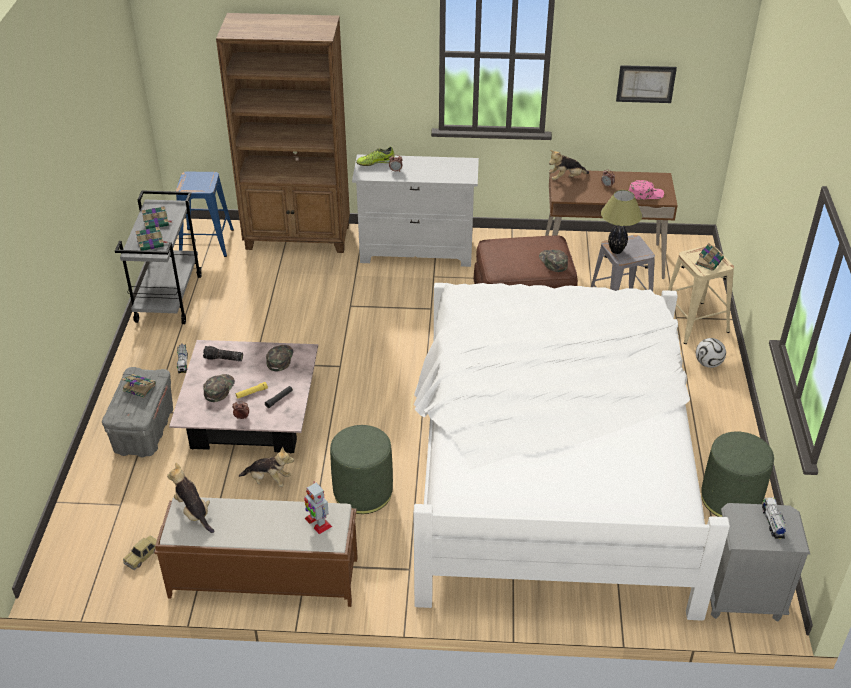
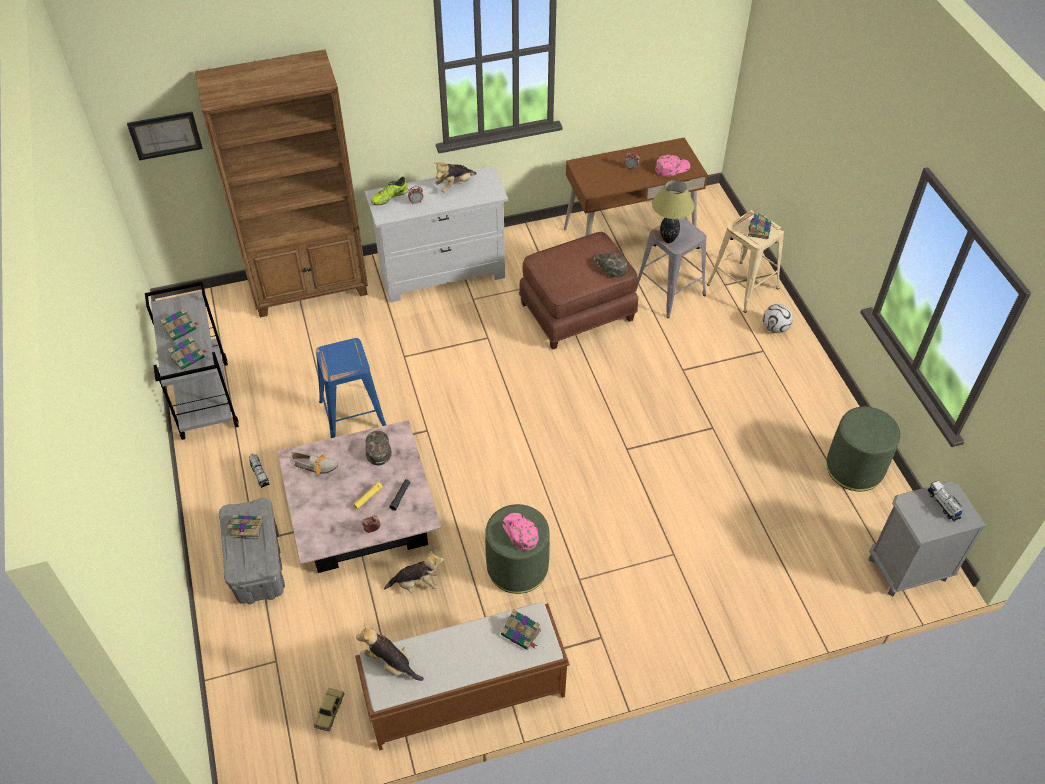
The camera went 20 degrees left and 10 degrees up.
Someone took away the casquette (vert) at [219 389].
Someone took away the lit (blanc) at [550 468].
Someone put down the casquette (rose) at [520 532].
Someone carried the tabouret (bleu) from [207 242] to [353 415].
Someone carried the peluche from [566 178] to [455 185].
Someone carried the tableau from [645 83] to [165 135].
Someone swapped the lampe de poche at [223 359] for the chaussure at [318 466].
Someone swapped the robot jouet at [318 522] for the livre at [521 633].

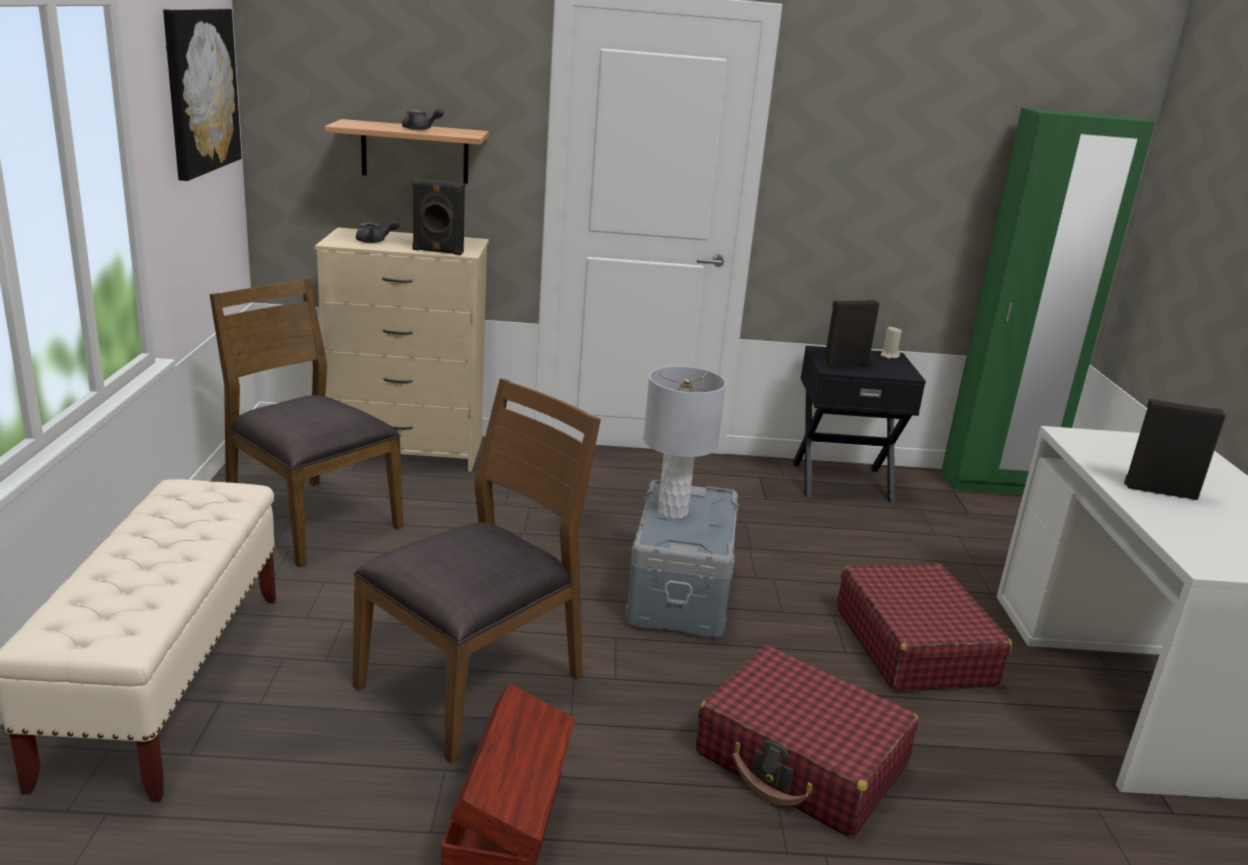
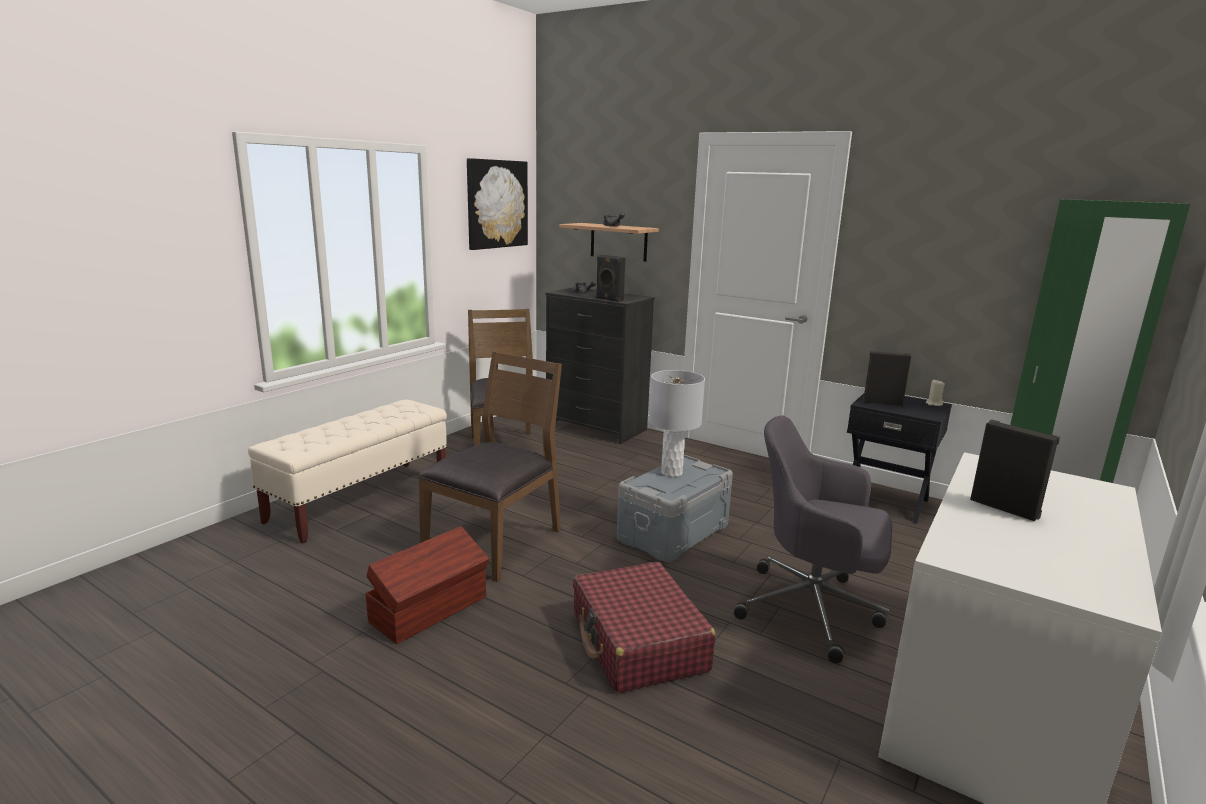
The camera went 35 degrees right and 5 degrees down.
Someone swapped the valise (rouge) at [913 646] for the chaise de bureau (gris) at [813 609].
Someone repainted the commode (beige) at [406 450], which became the commode (noir) at [595 427].
Someone rotated the chaise (marron) at [474 682] by 45 degrees counterclockwise.

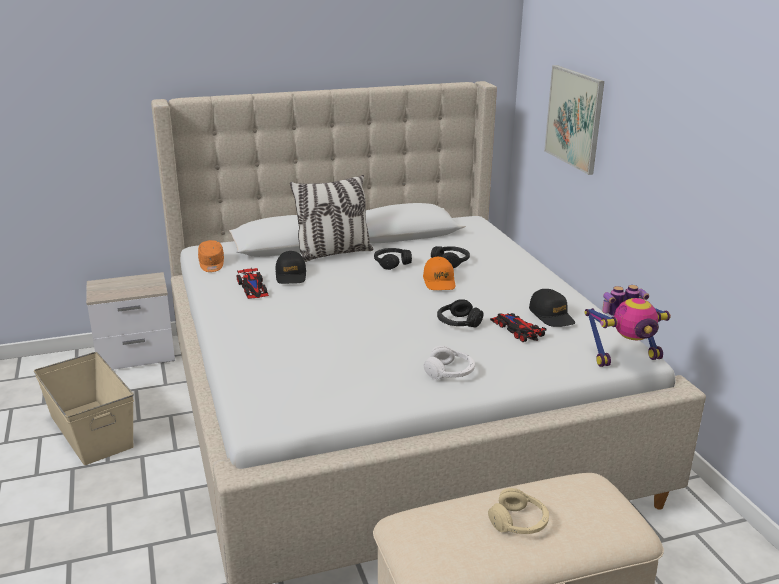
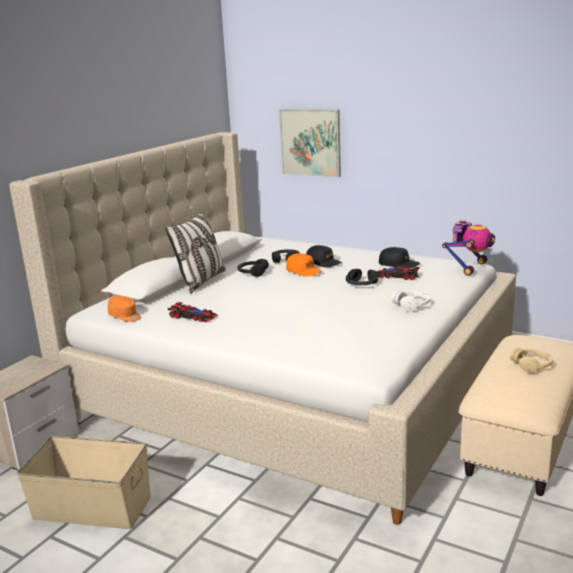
The camera went 40 degrees left and 5 degrees down.
Someone carried the casquette (noir) from [291 275] to [323 262].

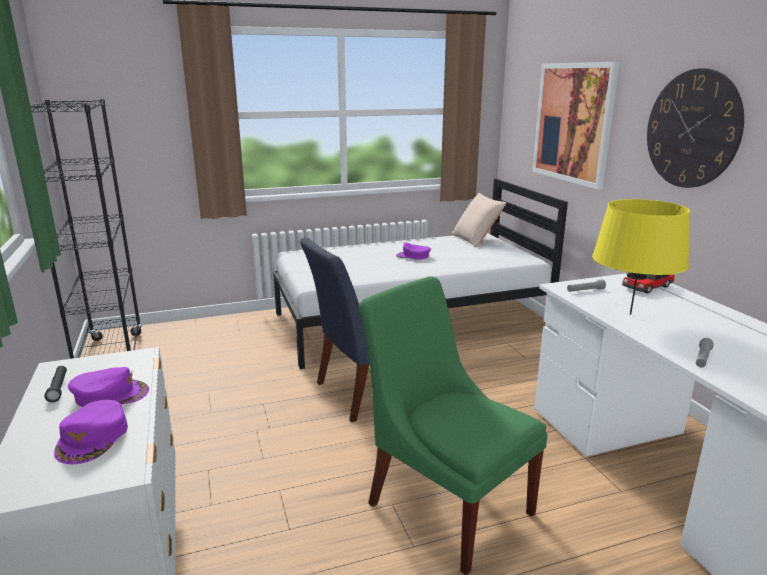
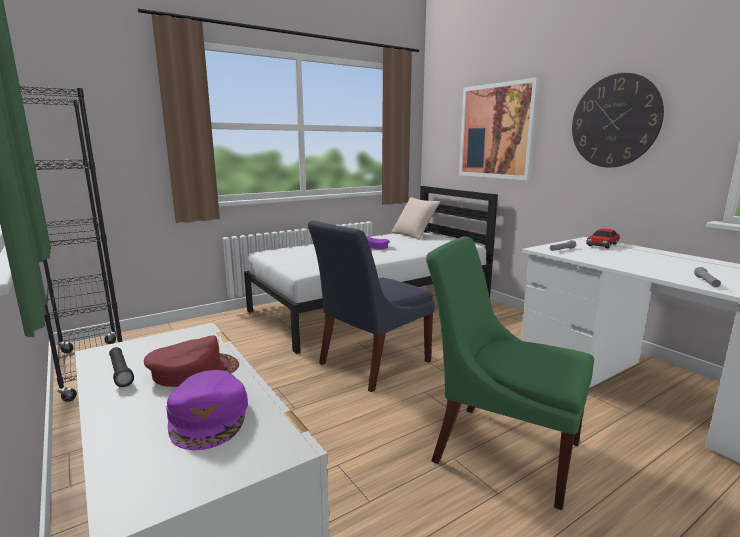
The camera went 15 degrees left and 5 degrees down.
Someone took away the lampe de table (jaune) at [630 314].
Someone repainted the casquette (violet) at [110 394], which became the casquette (rouge) at [194 370].

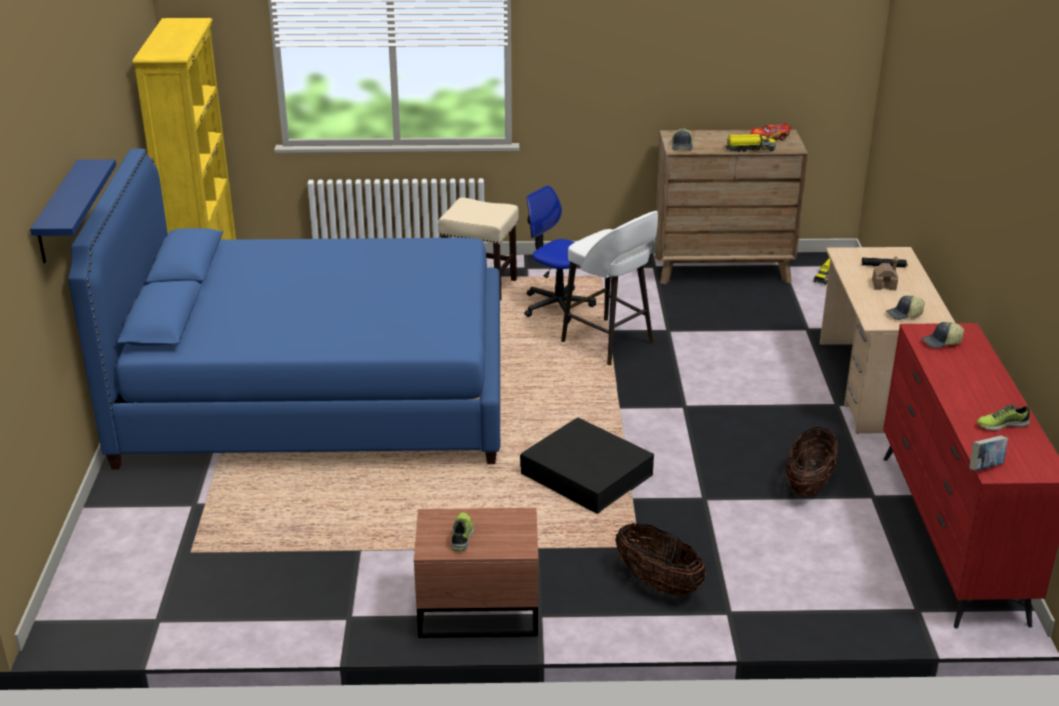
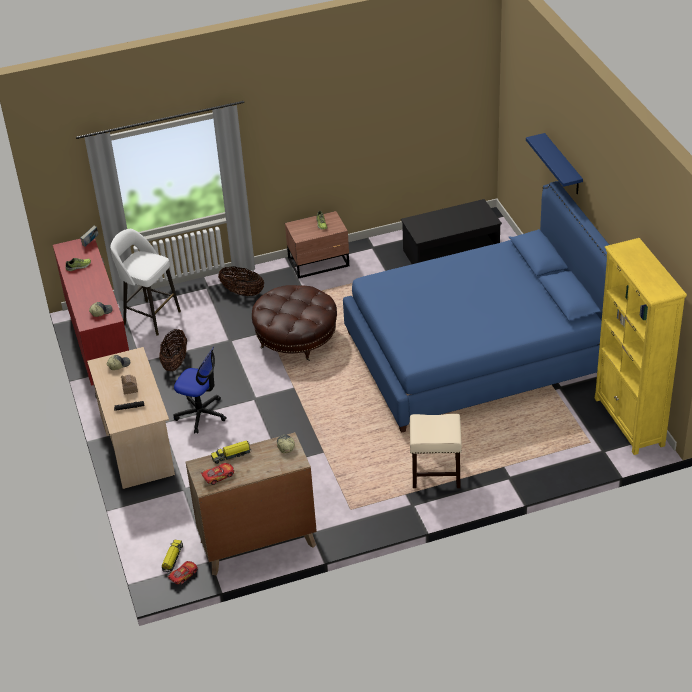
The camera went 165 degrees right and 10 degrees up.
Someone put down the petite voiture at [183 575].
Someone put down the table basse (noir) at [450 252].
Someone carried the chaise de bureau from [557 306] to [201 414].
Someone carried the tabouret (blanc) from [609 343] to [150 317].
Someone swapped the boîte de rangement (noir) at [586 474] for the pouf (marron) at [296 339].

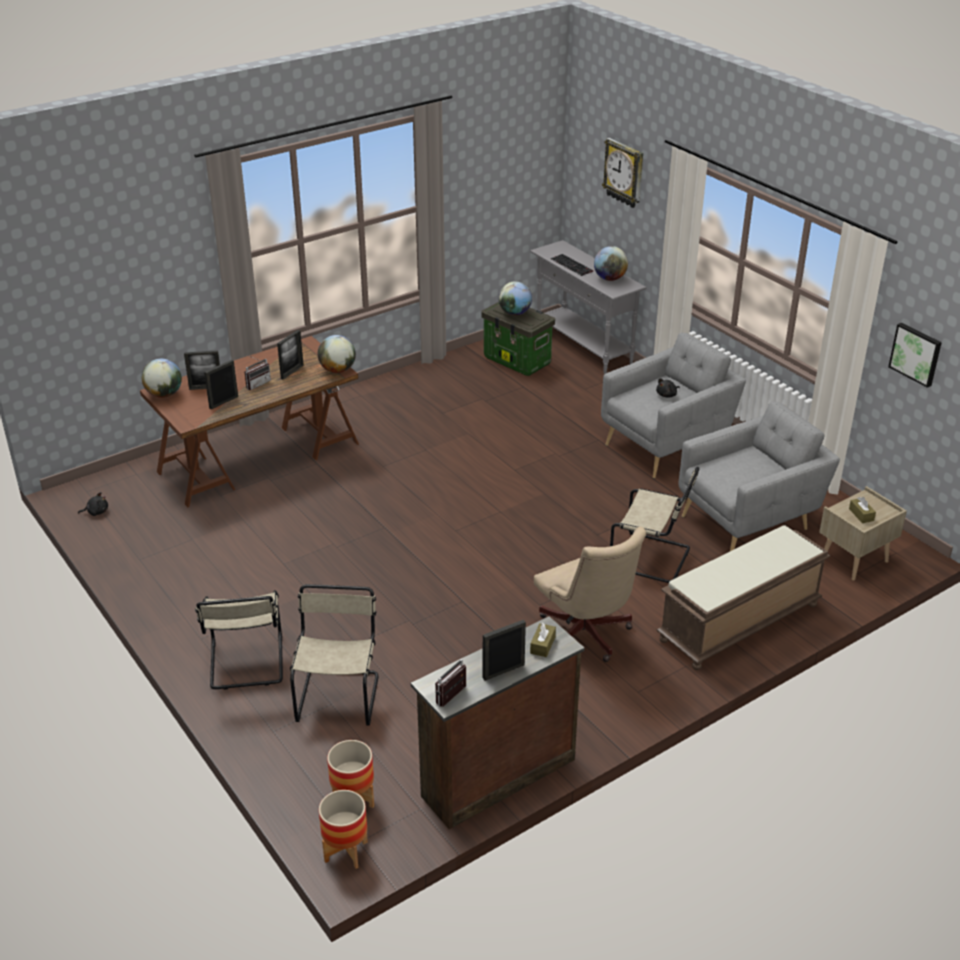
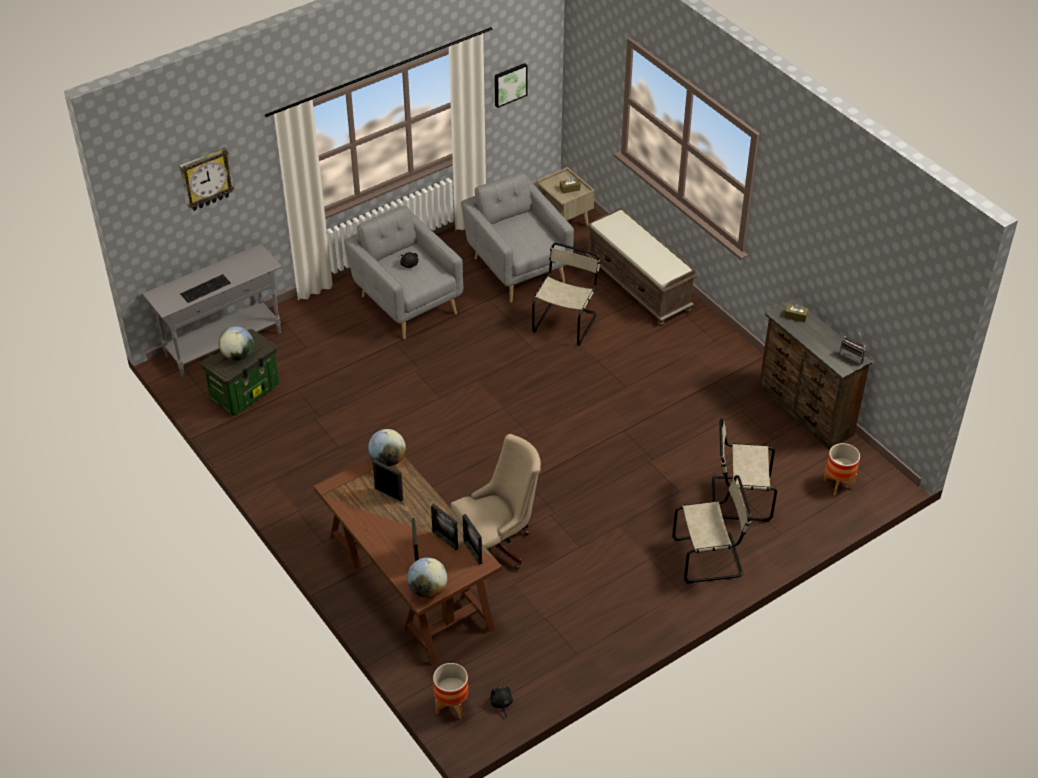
The camera went 90 degrees left and 10 degrees up.
Someone took away the radio at [257 383].
Someone took away the globe at [609 278].
Someone carried the cache-pot from [345 851] to [451 706].
Someone carried the cadre photo from [503 671] to [472 552].
Someone carried the chaise de bureau (beige) from [586 636] to [497 545].

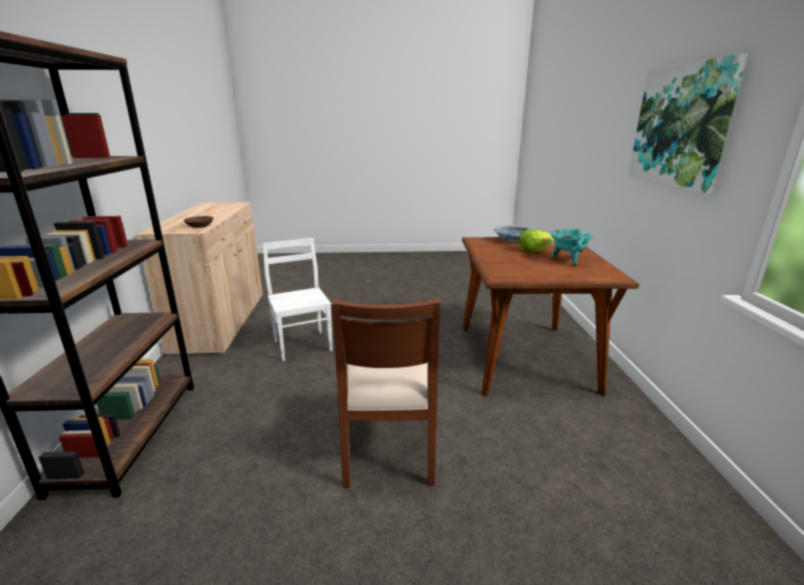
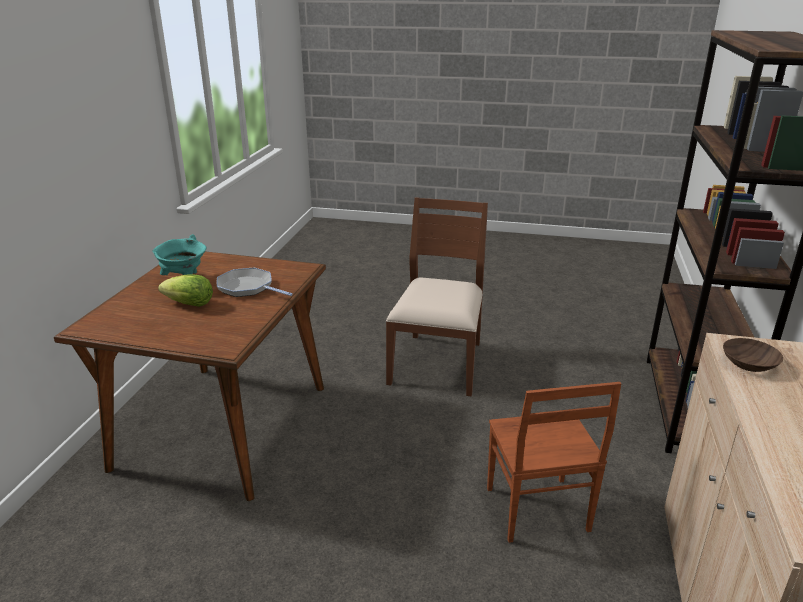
The camera went 165 degrees left and 5 degrees up.
Someone took away the bol at [513 240].
Someone took away the tableau at [681 126].
Someone put down the poêle at [248 288].
Someone repainted the chaise (blanc) at [303 345], which became the chaise (marron) at [536 511].

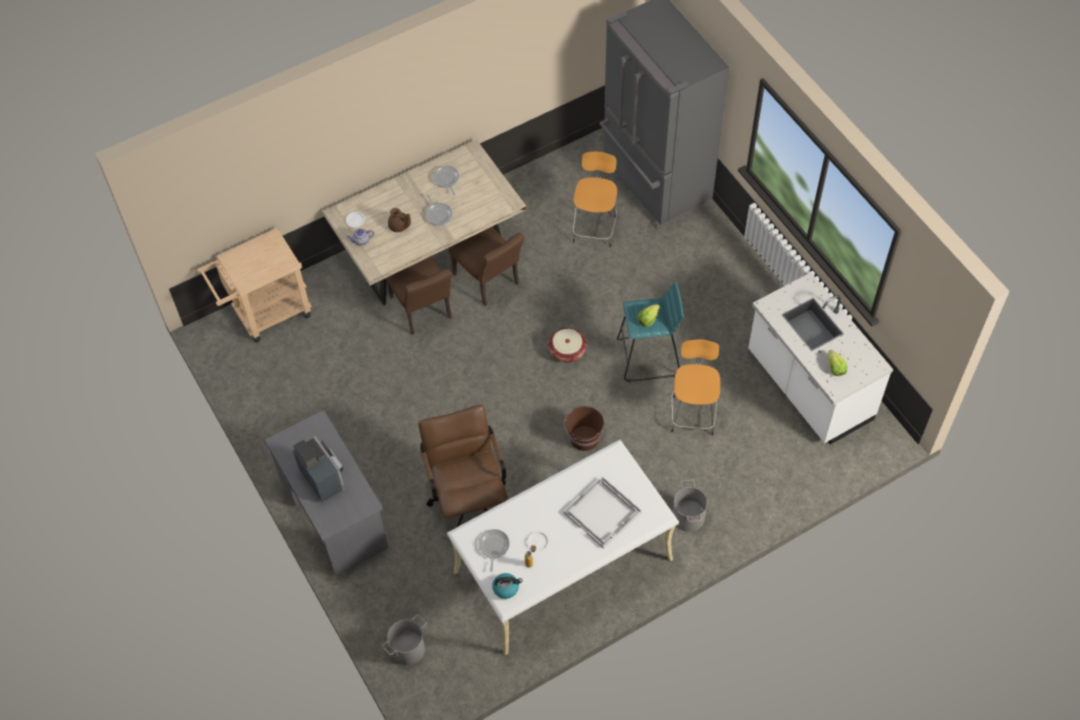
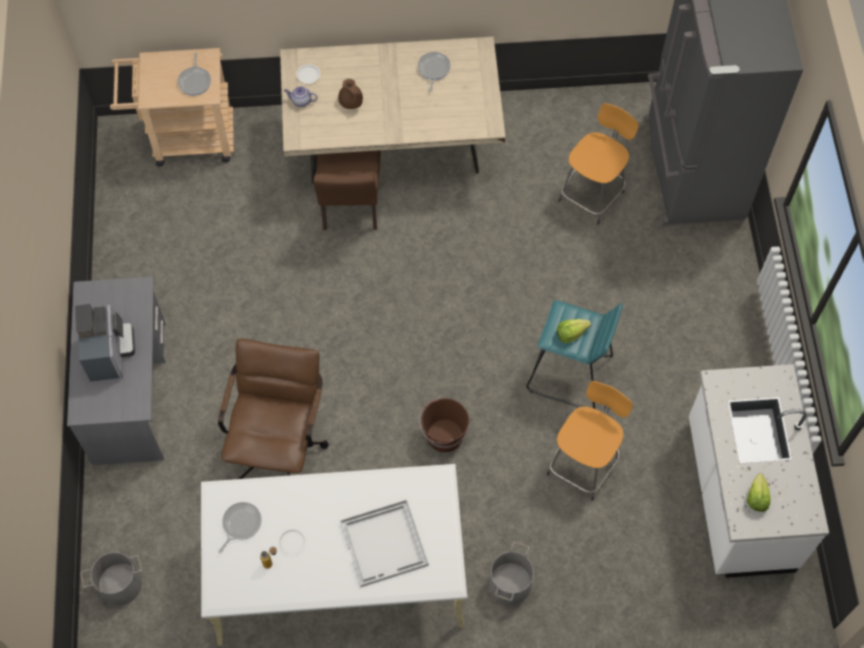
The camera went 25 degrees right and 5 degrees up.
Someone took away the chaise (marron) at [489 282].
Someone took away the bouilloire at [506 588].
Someone took away the panier at [567 351].
Someone carried the poêle from [438 214] to [195 81].

